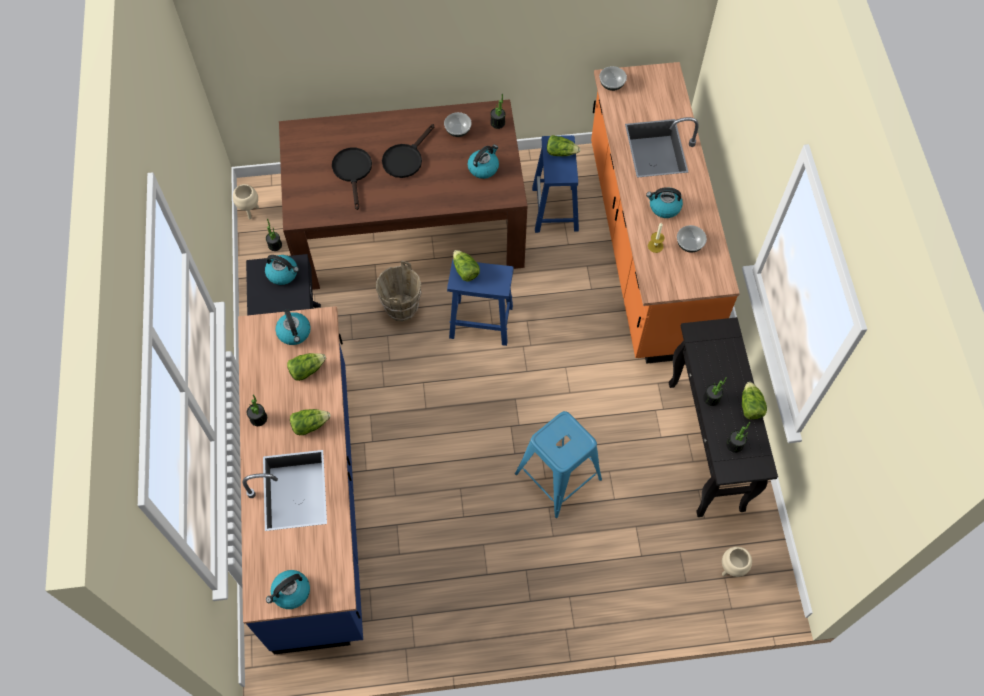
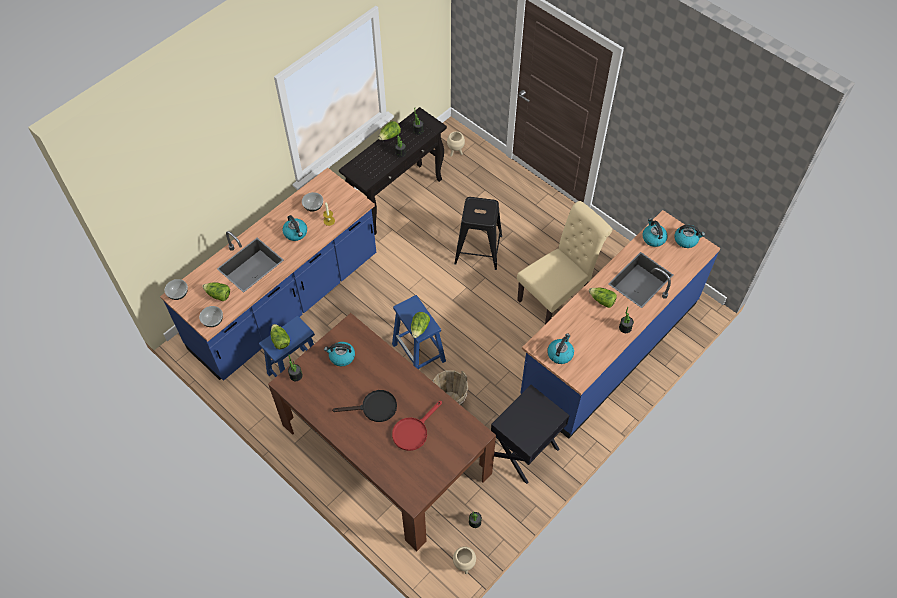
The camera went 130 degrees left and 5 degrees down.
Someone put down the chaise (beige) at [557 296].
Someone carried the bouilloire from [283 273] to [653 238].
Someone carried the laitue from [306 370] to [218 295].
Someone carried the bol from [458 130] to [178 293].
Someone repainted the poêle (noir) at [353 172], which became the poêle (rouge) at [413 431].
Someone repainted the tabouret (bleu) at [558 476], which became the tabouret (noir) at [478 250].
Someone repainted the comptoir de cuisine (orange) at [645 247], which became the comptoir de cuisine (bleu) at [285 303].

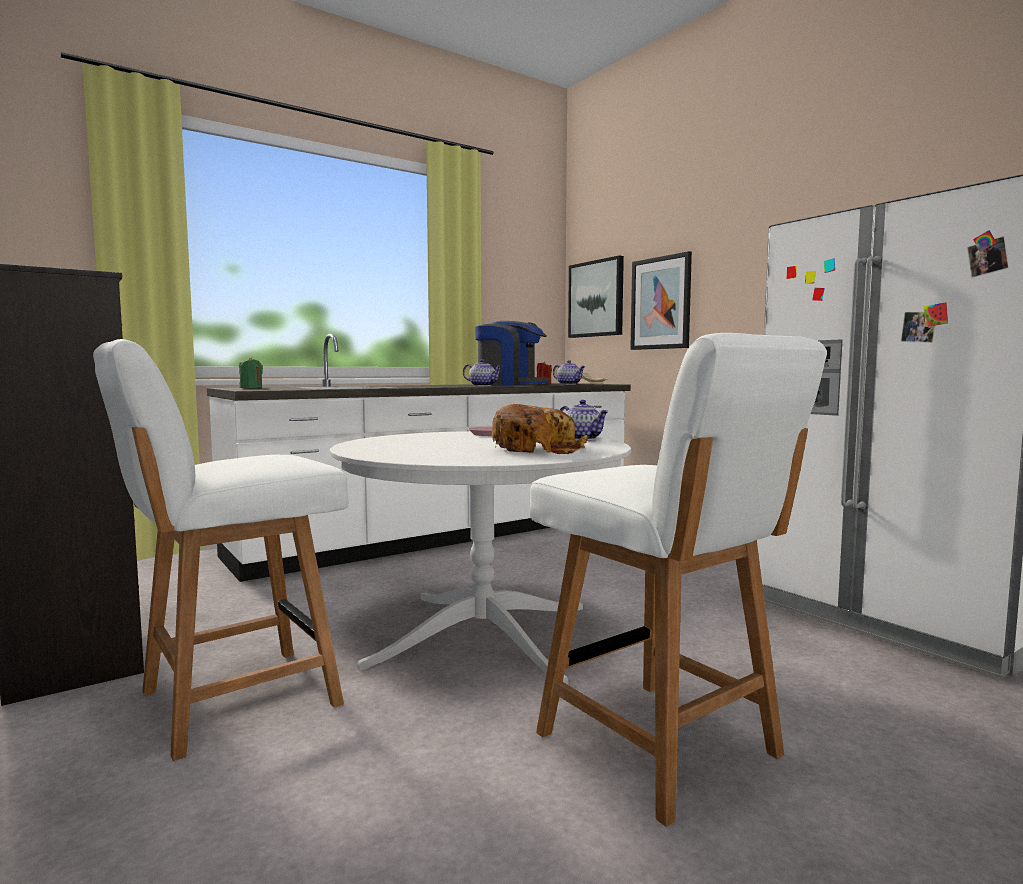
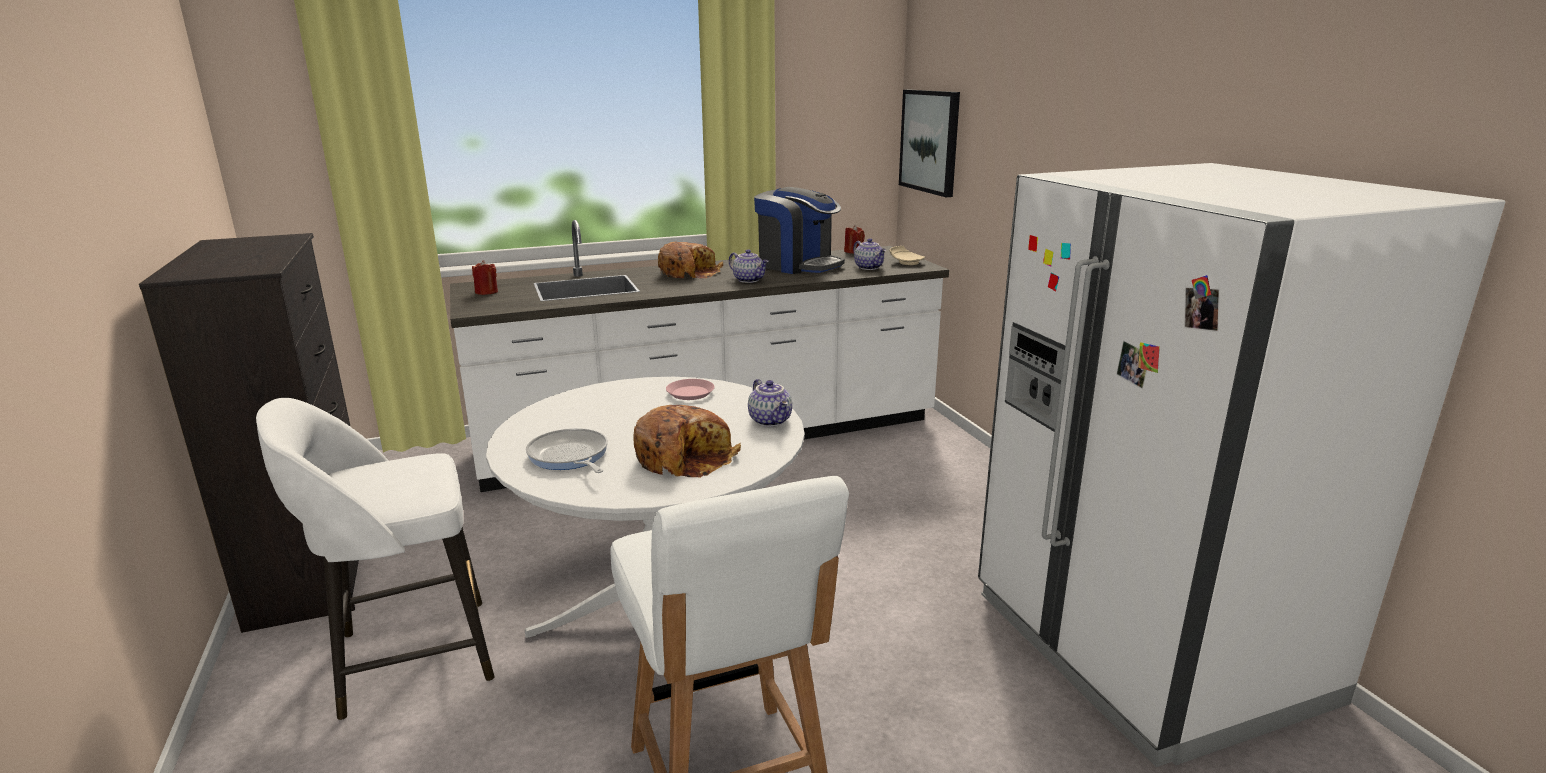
The camera went 15 degrees right and 15 degrees up.
Someone took away the tableau at [661 303].
Someone put down the poêle at [569 457].
Someone put down the pain at [689 272].
Someone swapped the chaise (blanc) at [234 700] for the tabouret (blanc) at [409 657].
Someone repainted the bougie (vert) at [251 388], which became the bougie (rouge) at [486 292].

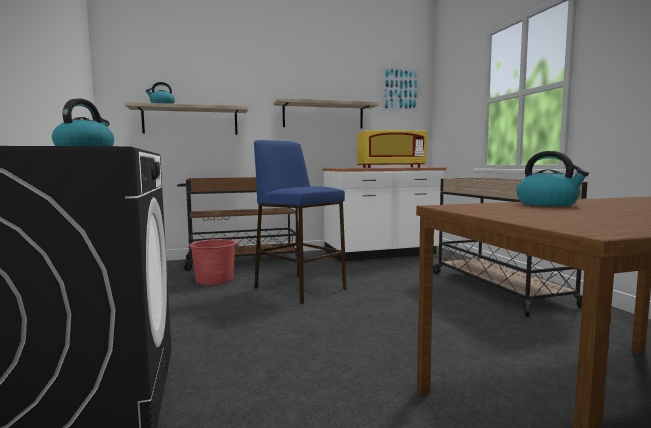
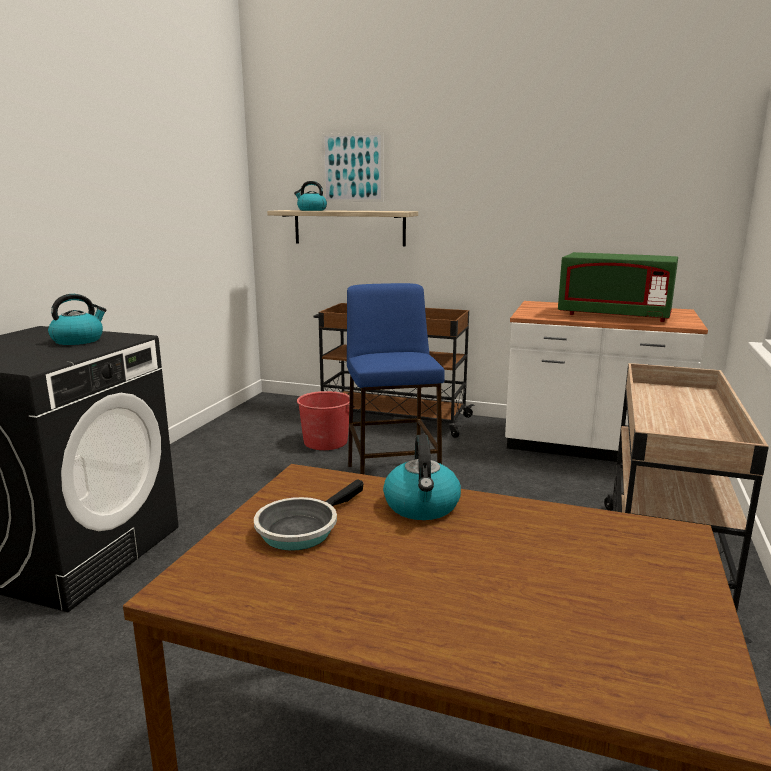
The camera went 35 degrees right and 10 degrees up.
Someone took away the étagère at [323 116].
Someone put down the poêle at [301 529].
Someone carried the tableau from [400 89] to [352 167].
Someone repainted the micro-ondes (jaune) at [390 167], which became the micro-ondes (vert) at [614 316].

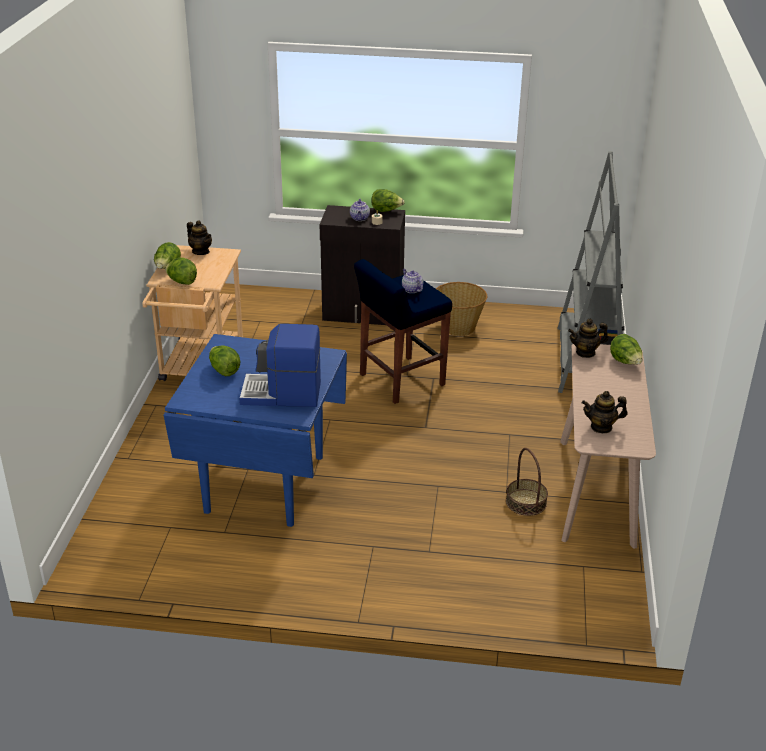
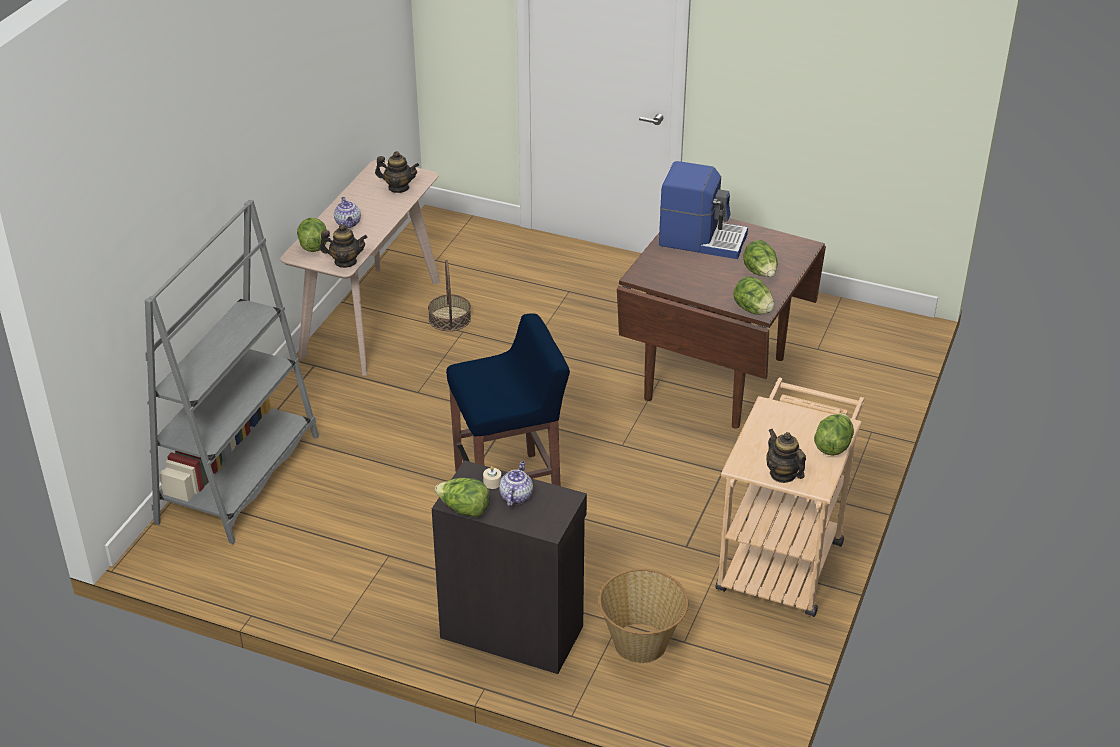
The camera went 165 degrees left and 5 degrees up.
Someone carried the laitue from [182 282] to [752 310].
Someone carried the théière from [411 289] to [348 223].
Someone carried the panier from [458 327] to [641 644].
Someone repainted the table à manger (bleu) at [266 483], which became the table à manger (marron) at [713 378].

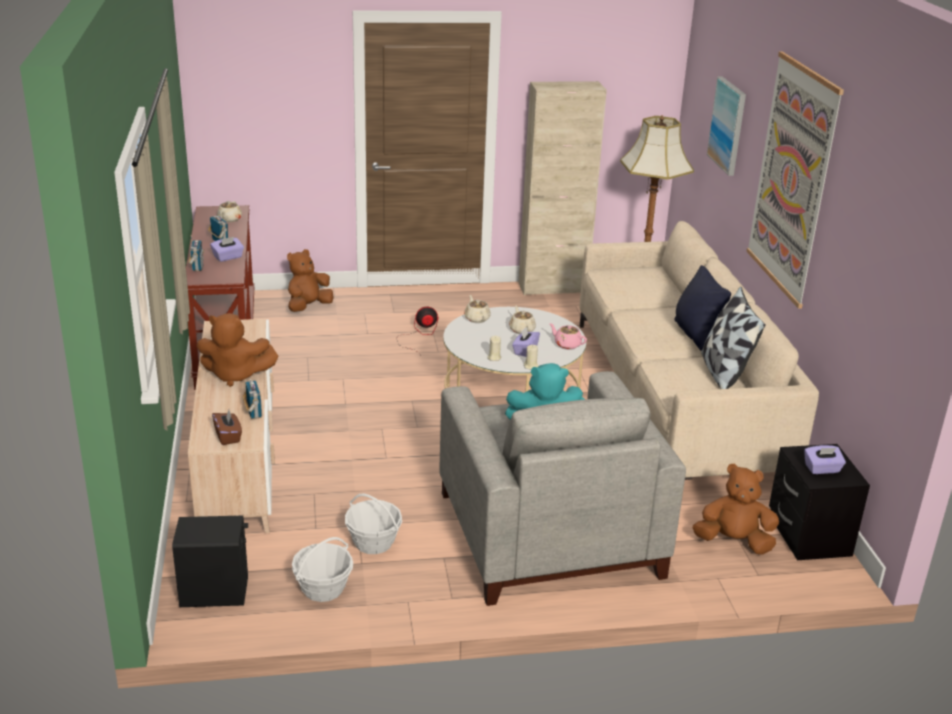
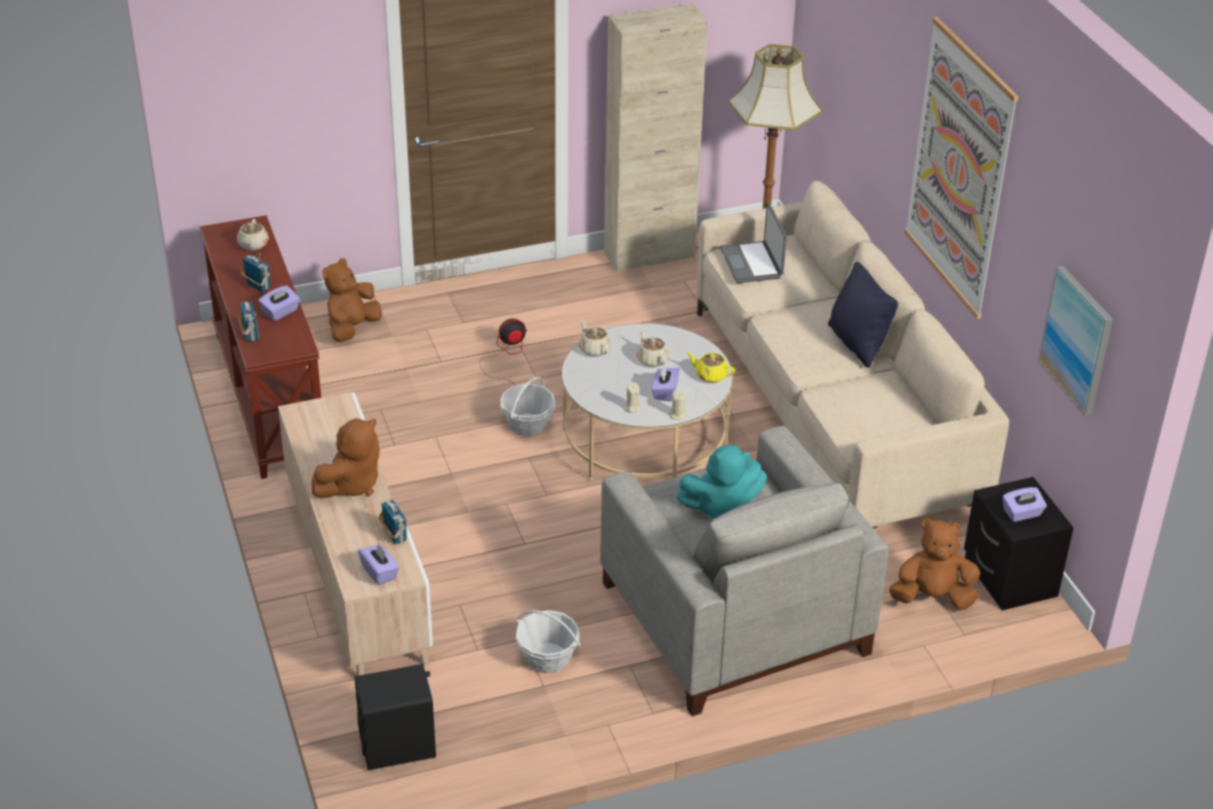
The camera went 10 degrees left and 10 degrees up.
Someone took away the coussin at [723 373].
Someone put down the ordinateur portable at [752 263].
Someone carried the panier from [323 588] to [528 425].
Someone carried the tableau from [728 125] to [1077 340].
Someone repainted the boîte à mouchoirs (marron) at [228 436], which became the boîte à mouchoirs (violet) at [380 572].
Someone repainted the théière (rose) at [567 344], which became the théière (jaune) at [710 375].
Someone rotated the peluche (marron) at [235 375] by 45 degrees counterclockwise.

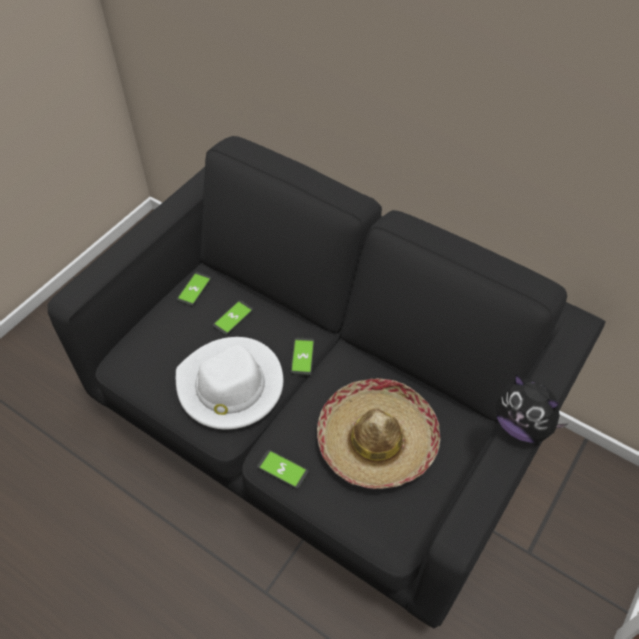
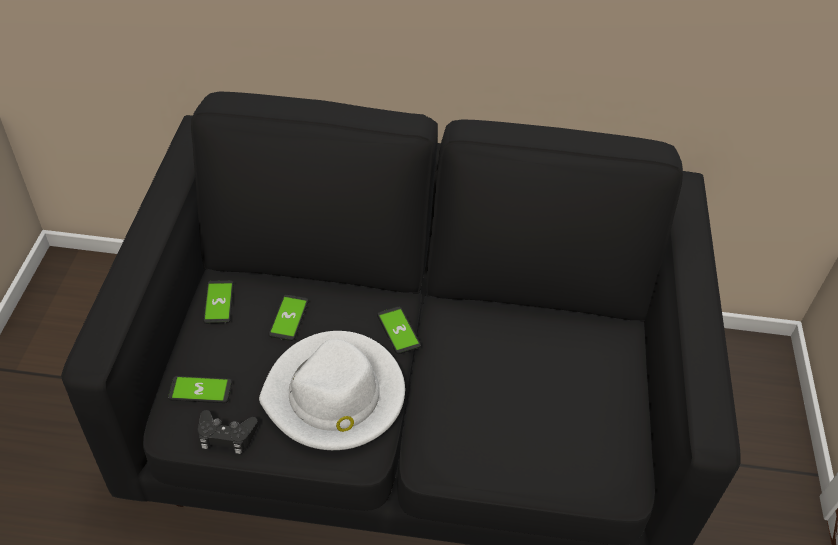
The camera went 30 degrees left and 5 degrees down.
Someone took away the chapeau at [376 440].
Someone took away the peluche at [522 425].
Someone put down the manette (noir) at [226 435].
Someone carried the téléphone from [283 469] to [200 390].

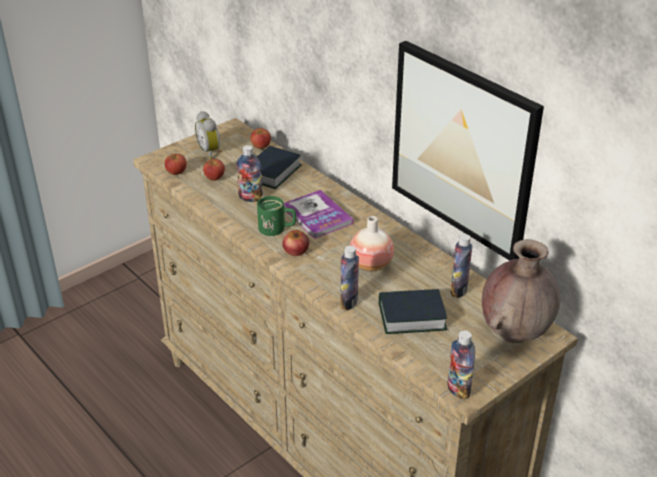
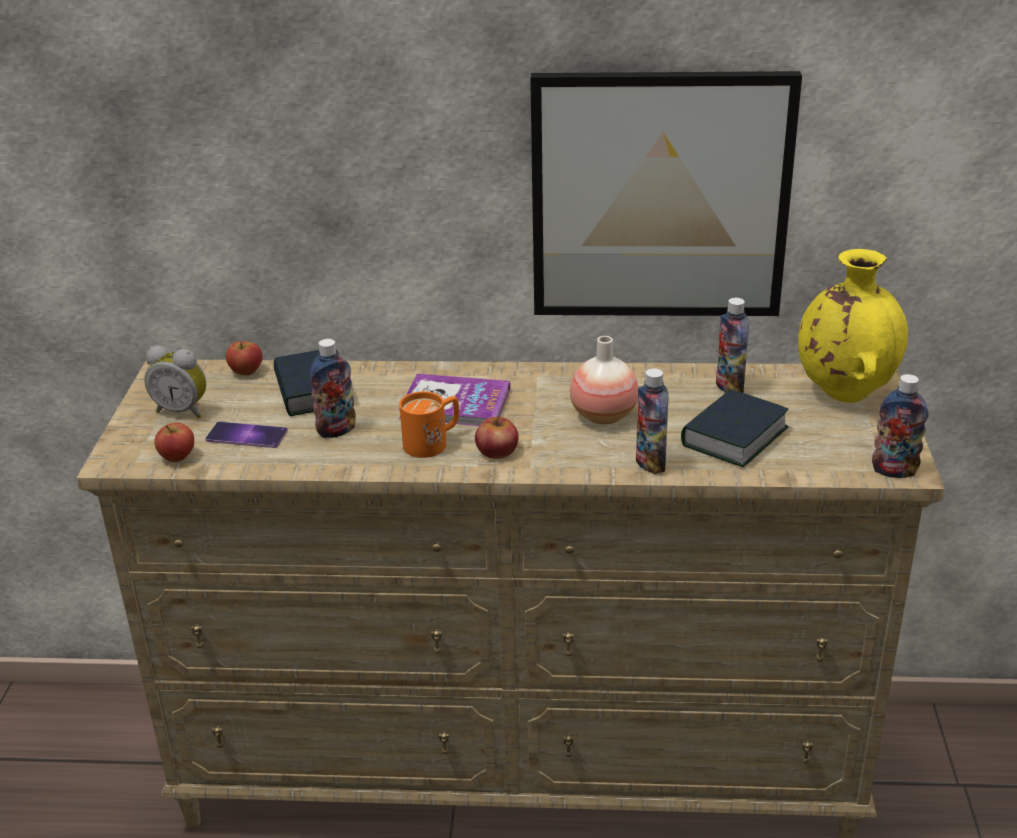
The camera went 45 degrees left and 5 degrees down.
Someone swapped the pomme at [214 178] for the téléphone at [246 435].
Someone repainted the mug (vert) at [277 229], which became the mug (orange) at [433 442].
Someone repainted the vase (marron) at [515 333], which became the vase (jaune) at [844 392].

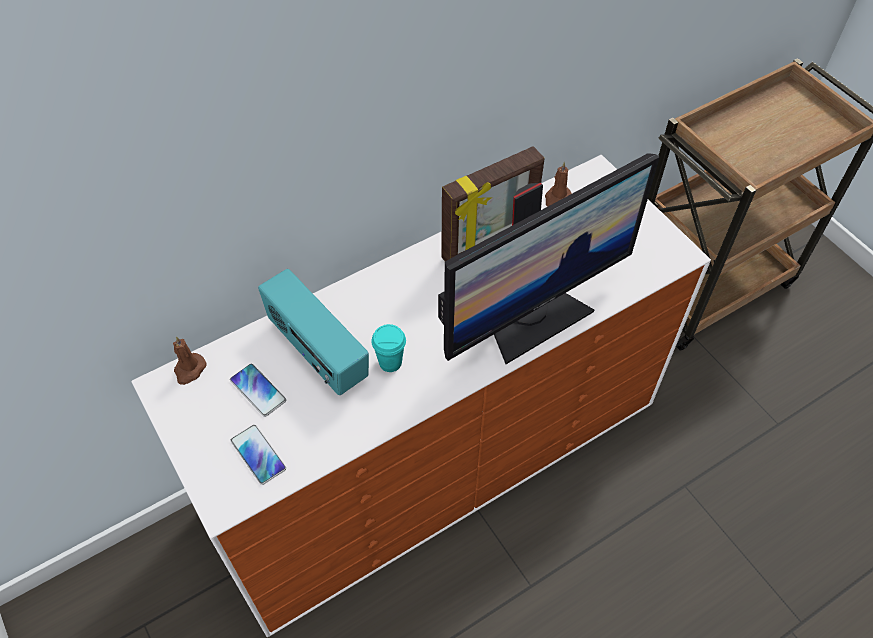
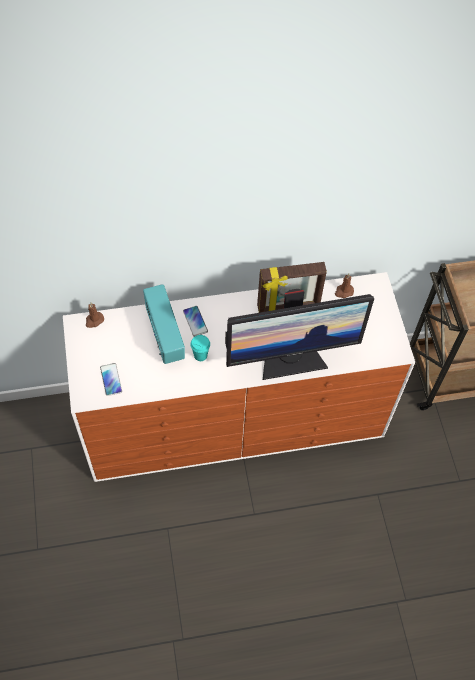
The camera went 20 degrees right and 5 degrees up.
Someone carried the téléphone from [258 390] to [195 321].

